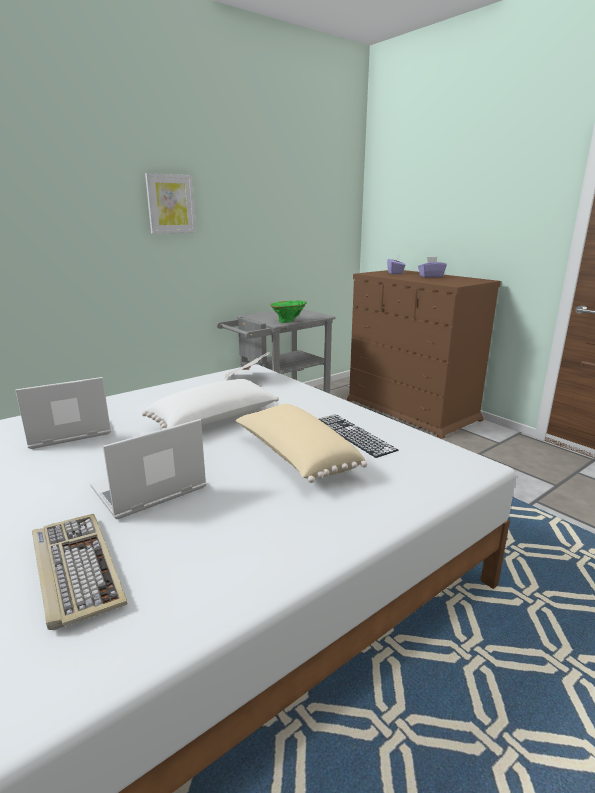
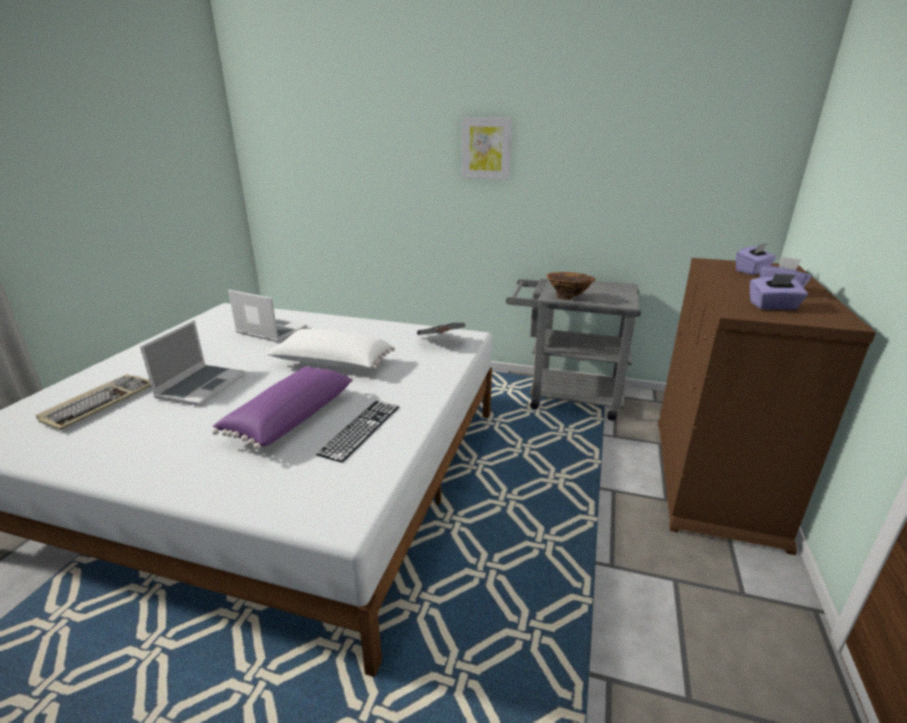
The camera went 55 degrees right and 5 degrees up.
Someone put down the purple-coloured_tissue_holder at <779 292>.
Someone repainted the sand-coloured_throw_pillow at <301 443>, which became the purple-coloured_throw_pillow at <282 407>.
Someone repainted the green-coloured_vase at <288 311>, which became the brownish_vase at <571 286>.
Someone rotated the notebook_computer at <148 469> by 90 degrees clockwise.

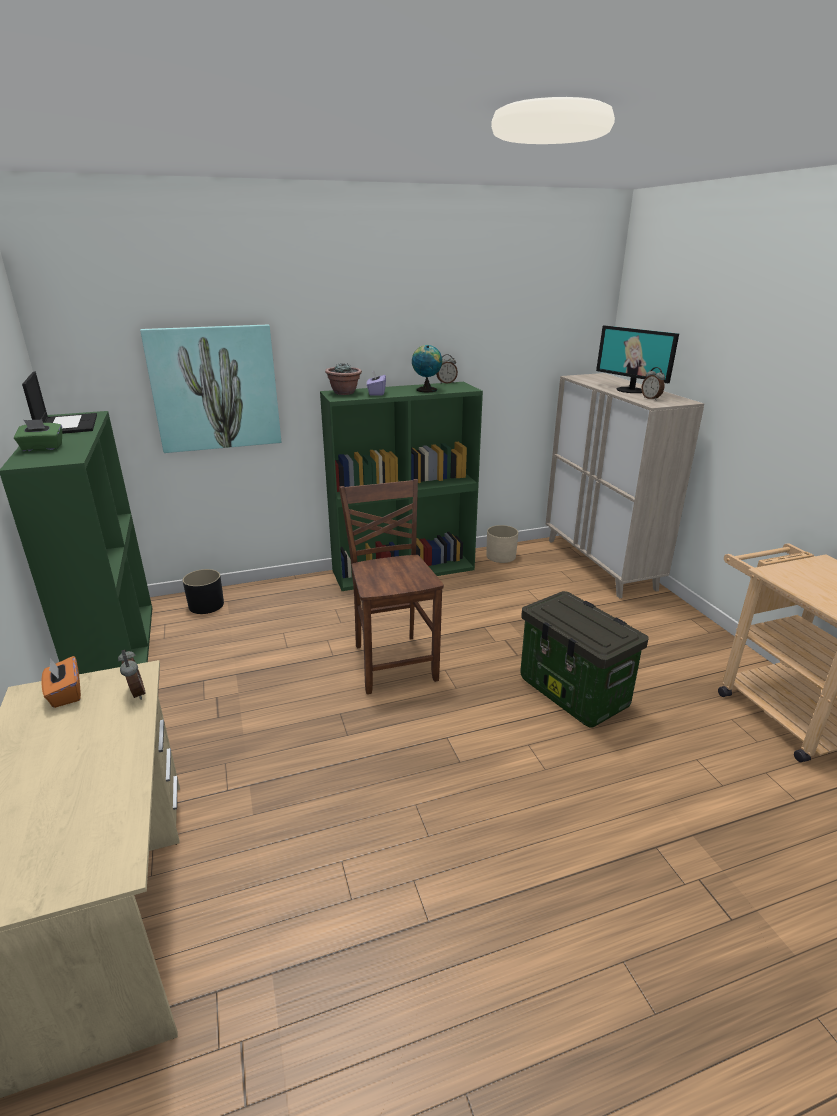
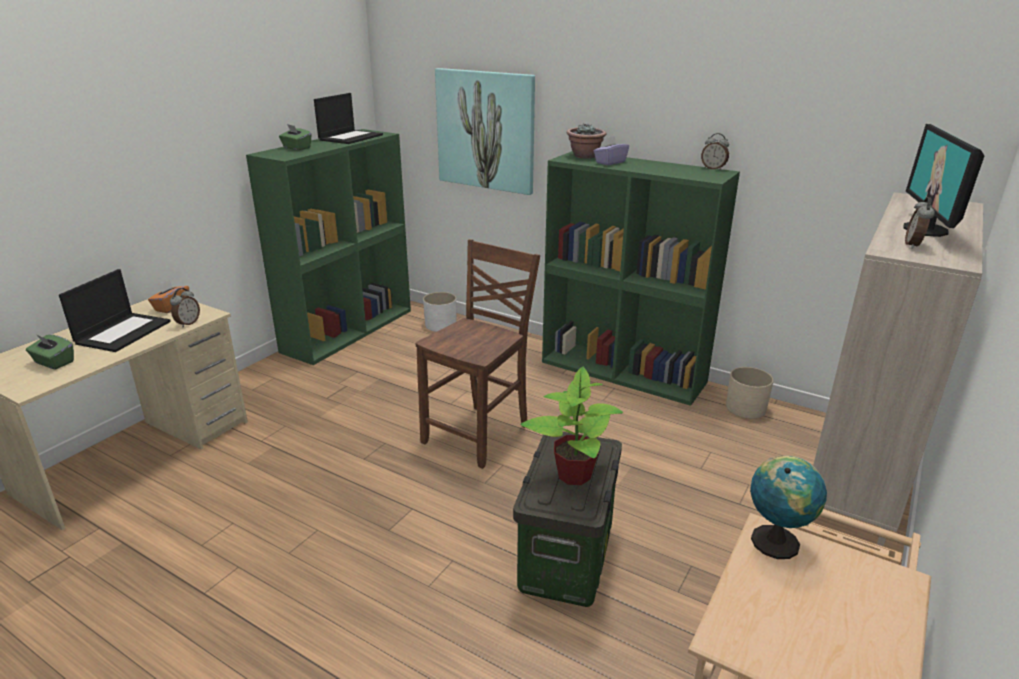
The camera went 50 degrees right and 0 degrees up.
Someone put down the green-coloured_tissue_holder at <50 351>.
Someone put down the notebook_computer at <115 310>.
Someone put down the potted_plant at <571 426>.
Someone carried the globe from <427 368> to <788 507>.
Someone repainted the black-coloured_flower_pot at <203 591>, which became the whitish_flower_pot at <439 312>.

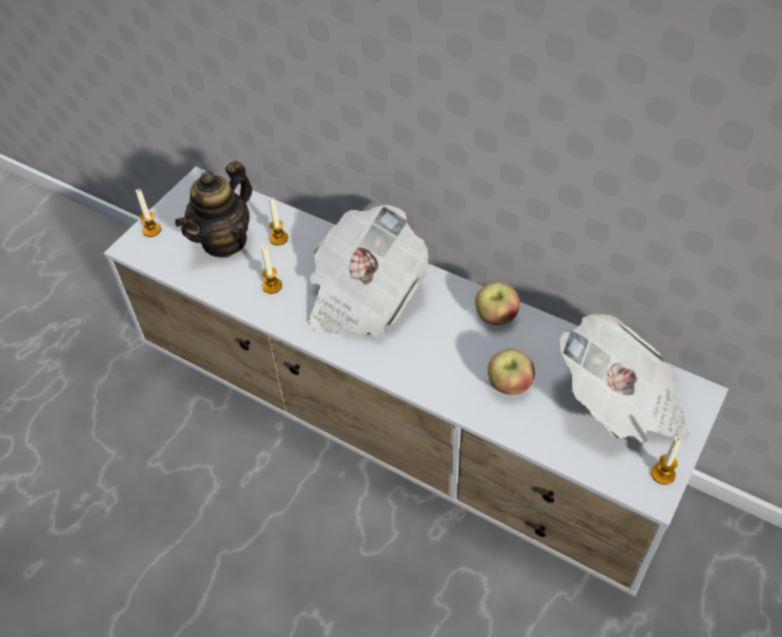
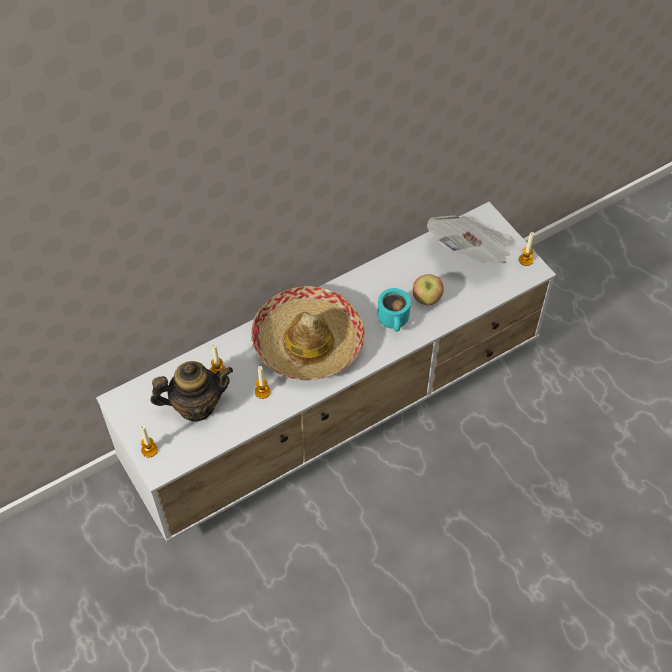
The camera went 65 degrees left and 5 degrees up.
Someone took away the apple at <497 303>.
Someone put down the blue-green_coffee_mug at <394 310>.
Someone swapped the newspaper at <369 271> for the hat at <308 333>.
Someone rotated the tea_pot at <213 209> by 75 degrees counterclockwise.

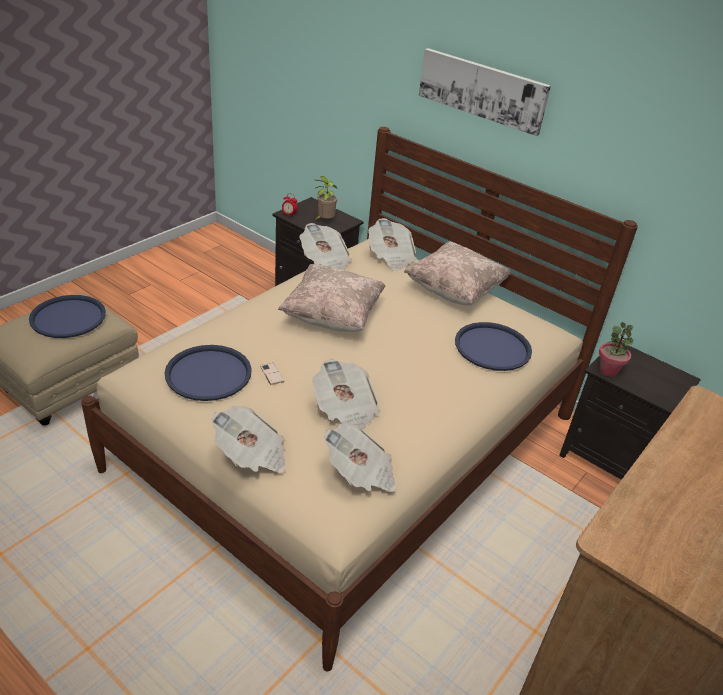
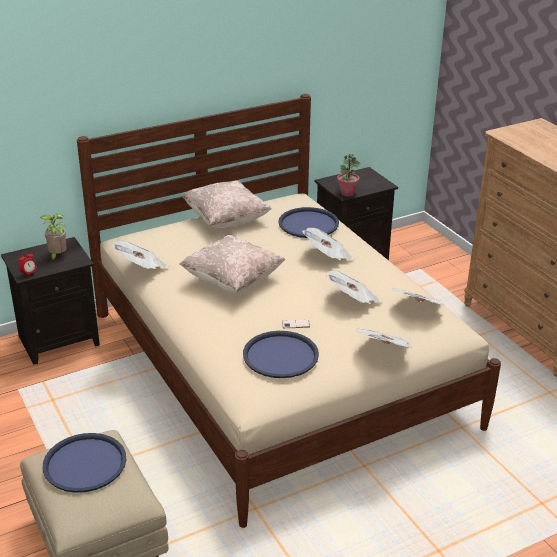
The camera went 65 degrees left and 5 degrees down.
Someone took away the wall_art at <485 92>.
Someone carried the newspaper from <392 244> to <328 244>.

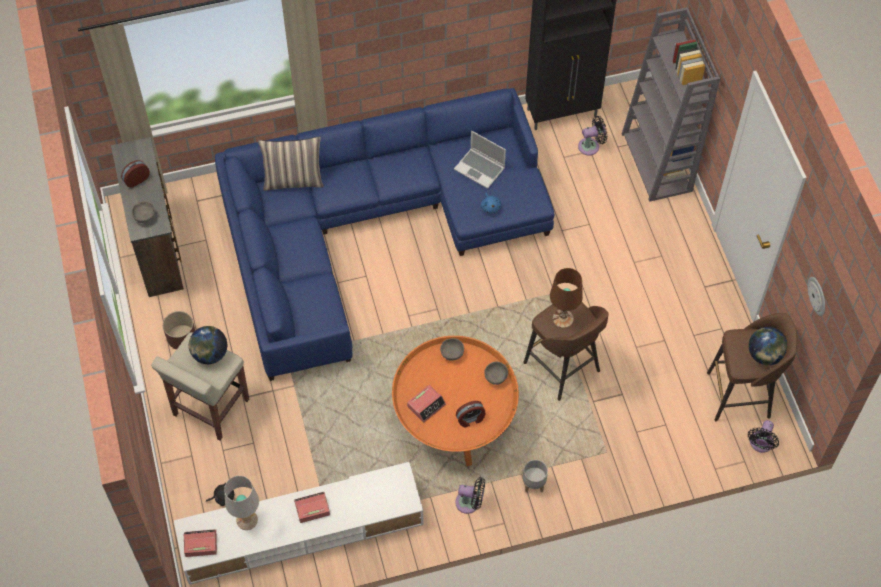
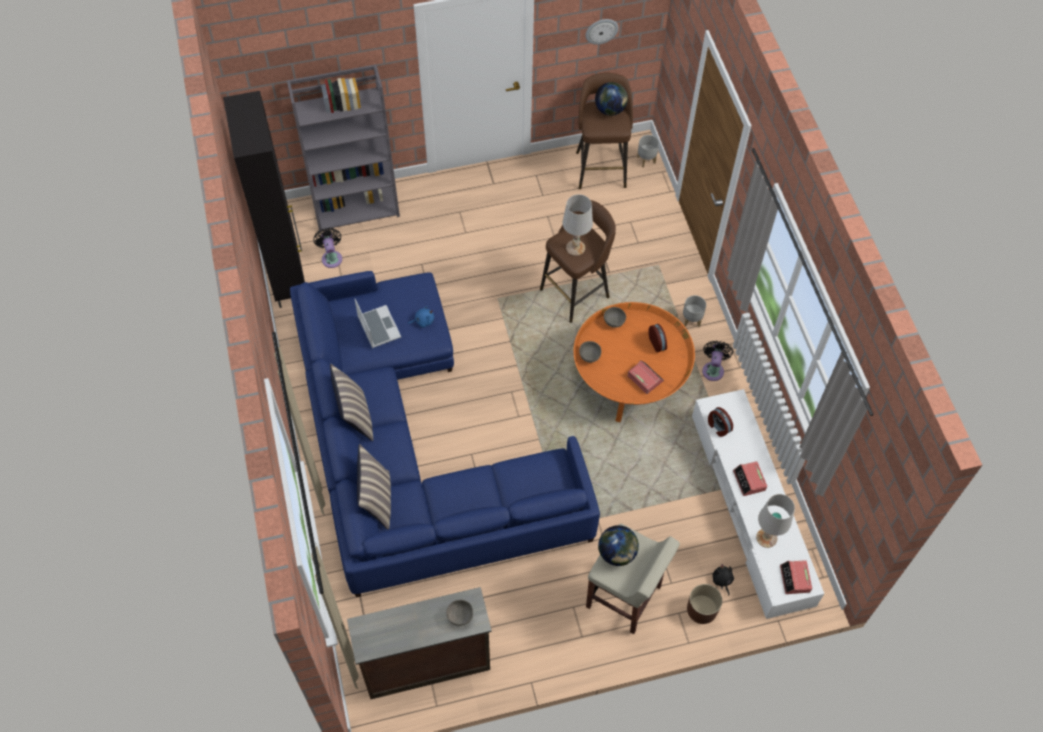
The camera went 90 degrees left and 0 degrees up.
Someone put down the throw_pillow at <351 402>.
Someone carried the alarm_clock from <135 174> to <720 422>.
Someone carried the brownish_flower_pot from <179 330> to <704 604>.
Someone swapped the black-coloured_electric_fan at <763 436> for the gray_flower_pot at <648 151>.
Someone repainted the brownish_table_lamp at <566 298>, which became the whitish_table_lamp at <577 225>.
Someone rotated the notebook_computer at <480 160> by 60 degrees counterclockwise.

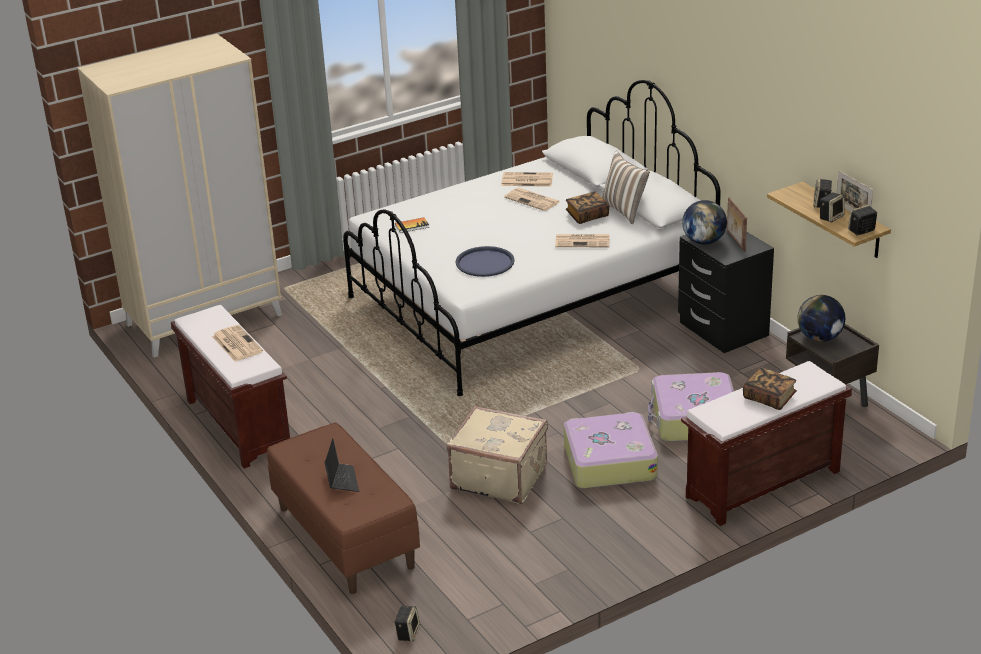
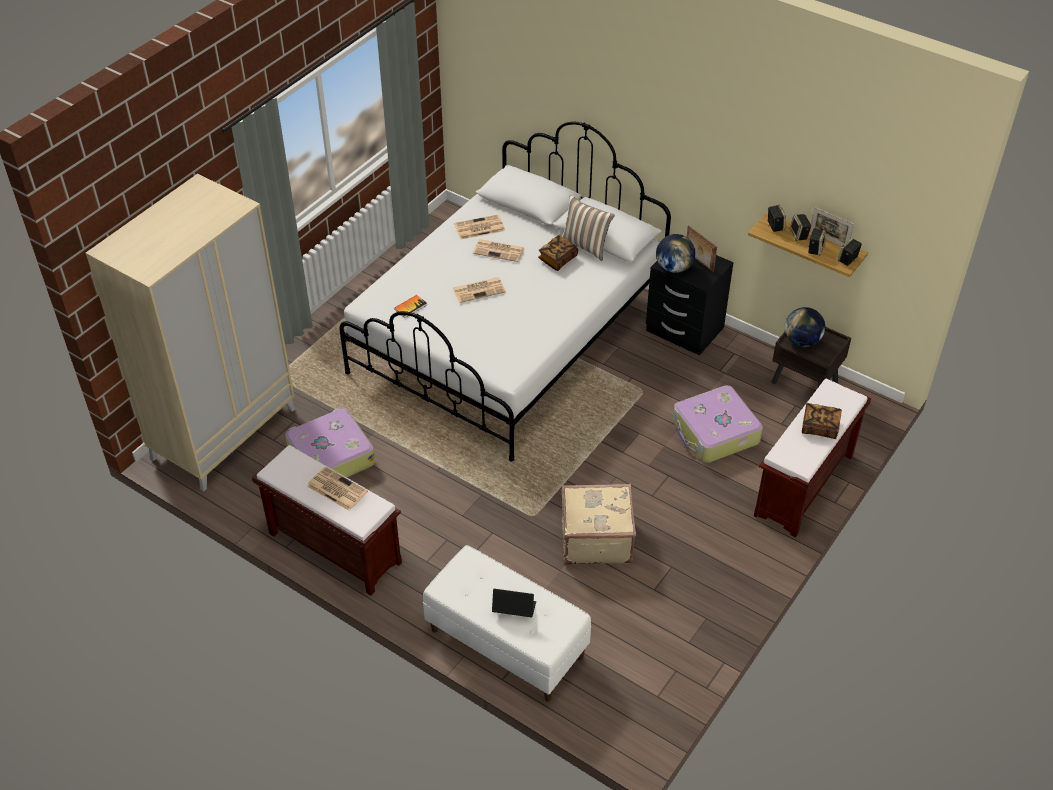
The camera went 25 degrees left and 15 degrees up.
Someone took away the blue-coloured_serving_tray at <485 261>.
Someone carried the loudspeaker from <407 624> to <777 218>.
Someone carried the newspaper from <582 240> to <479 290>.
Someone carried the piece_of_luggage from <611 450> to <330 442>.
Someone repainted the brownish_long_seat at <343 508>, which became the whitish_long_seat at <507 623>.
Someone rotated the notebook_computer at <342 465> by 45 degrees counterclockwise.

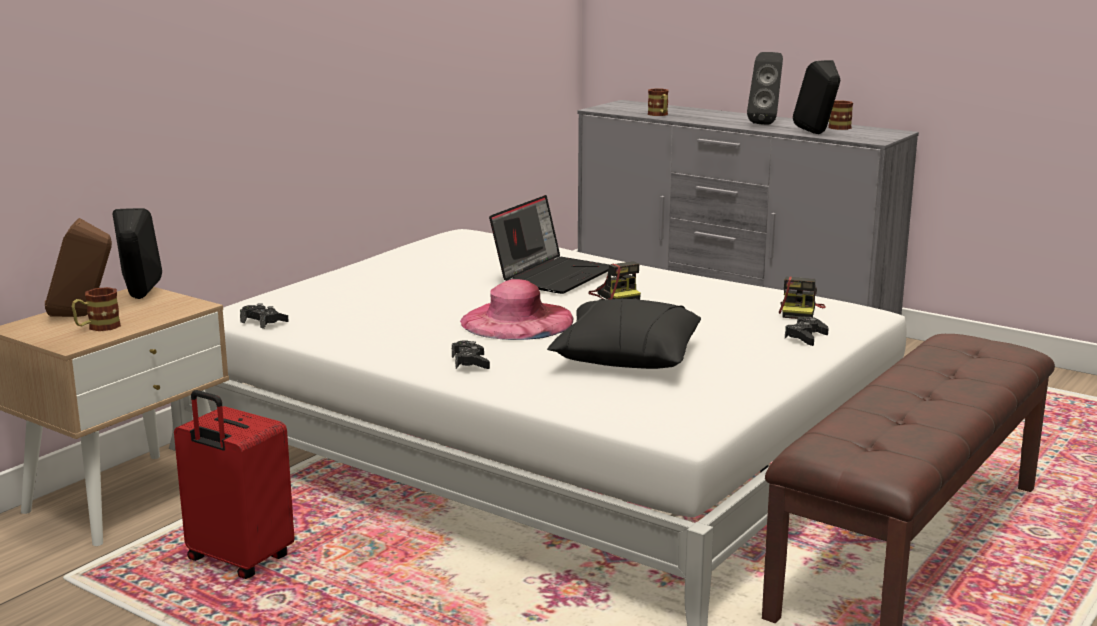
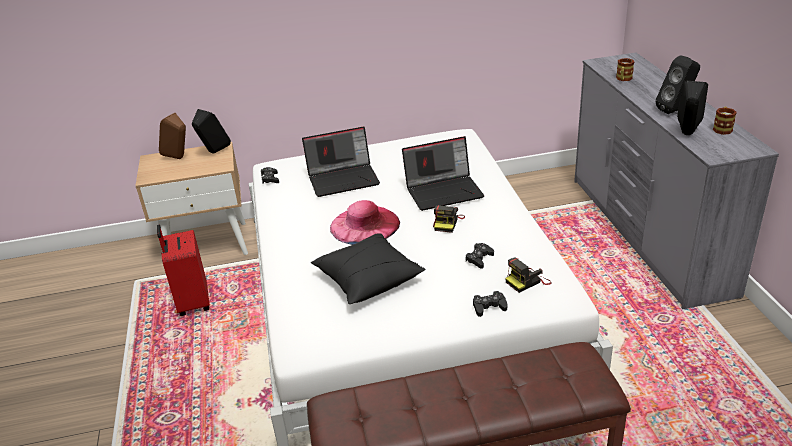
The camera went 45 degrees right and 15 degrees up.
Someone took away the coffee_mug at <96 309>.
Someone put down the notebook_computer at <341 161>.
Someone carried the black-coloured_gamepad from <471 354> to <480 256>.

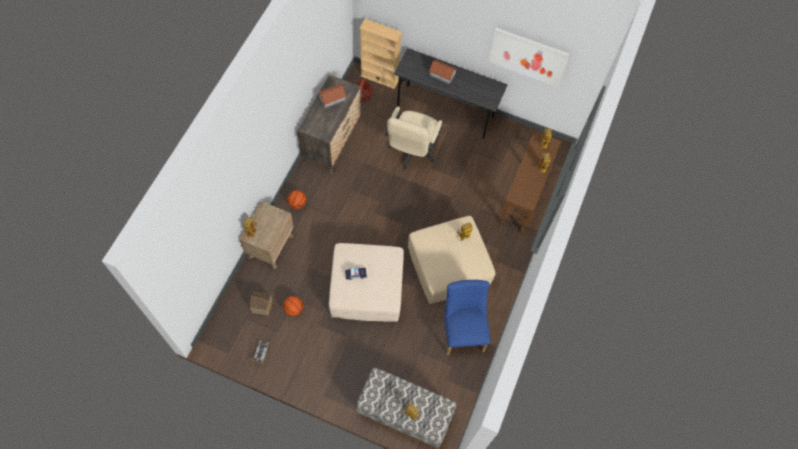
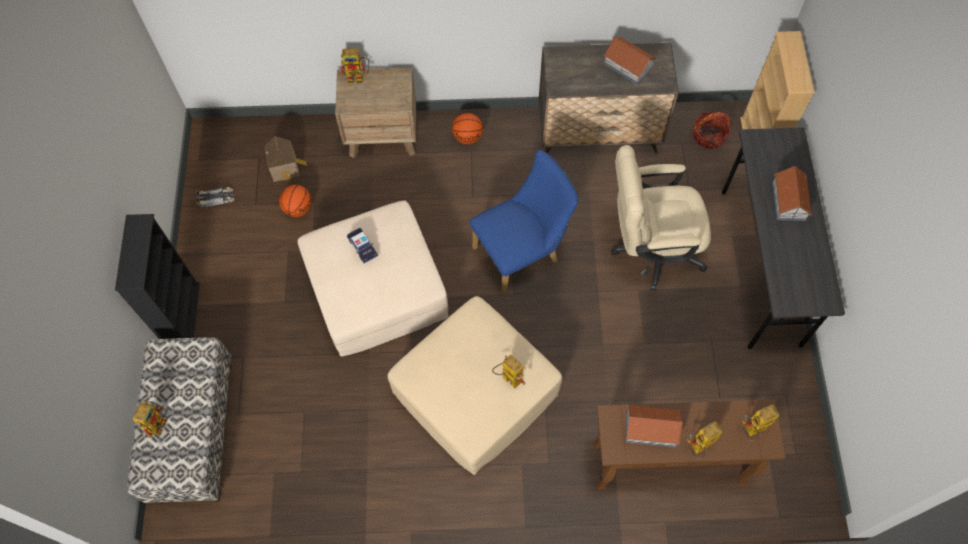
The camera went 70 degrees right and 0 degrees up.
Someone took away the wall_art at <528 57>.
Someone put down the black-coloured_shelving_unit at <157 276>.
Someone put down the miniature_house at <654 426>.
Someone carried the blue-coloured_upright_chair from <467 317> to <524 222>.

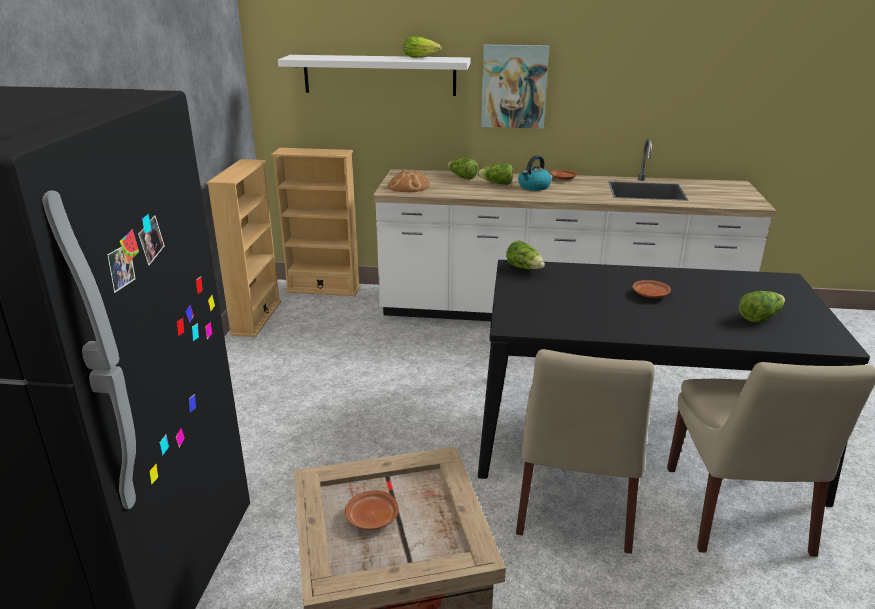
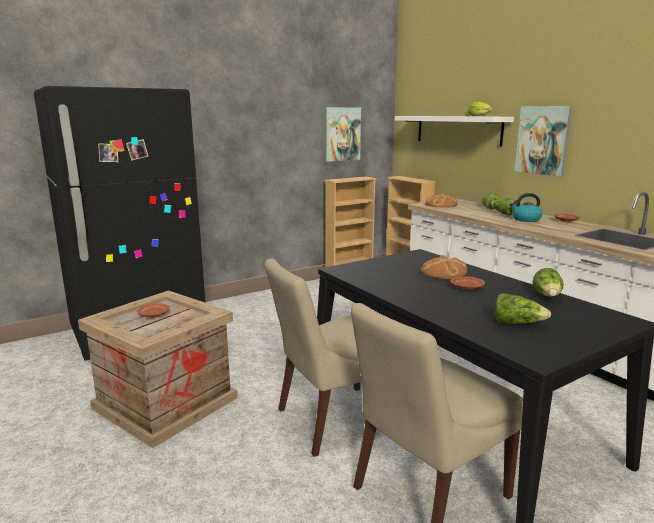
The camera went 50 degrees right and 10 degrees down.
Someone put up the wall_art at <343 134>.
Someone put down the baked_bread at <444 267>.
Someone carried the lettuce from <525 254> to <548 282>.

